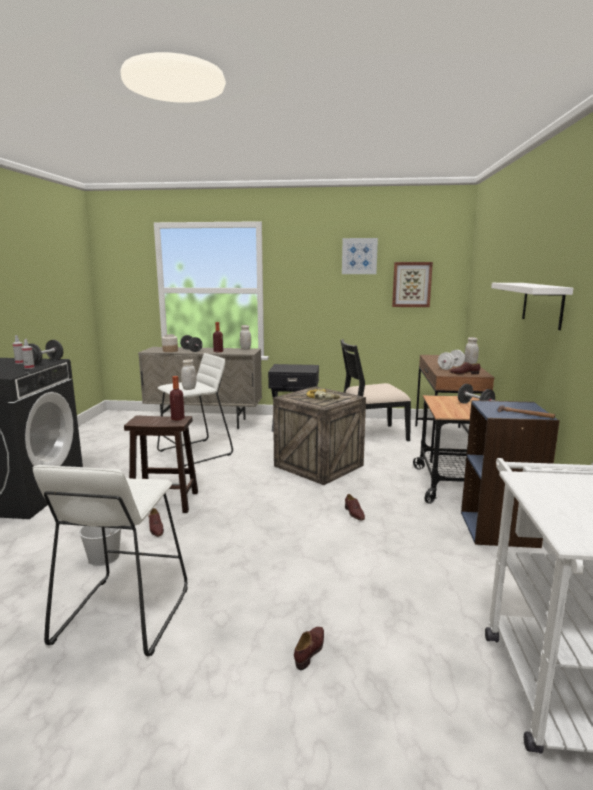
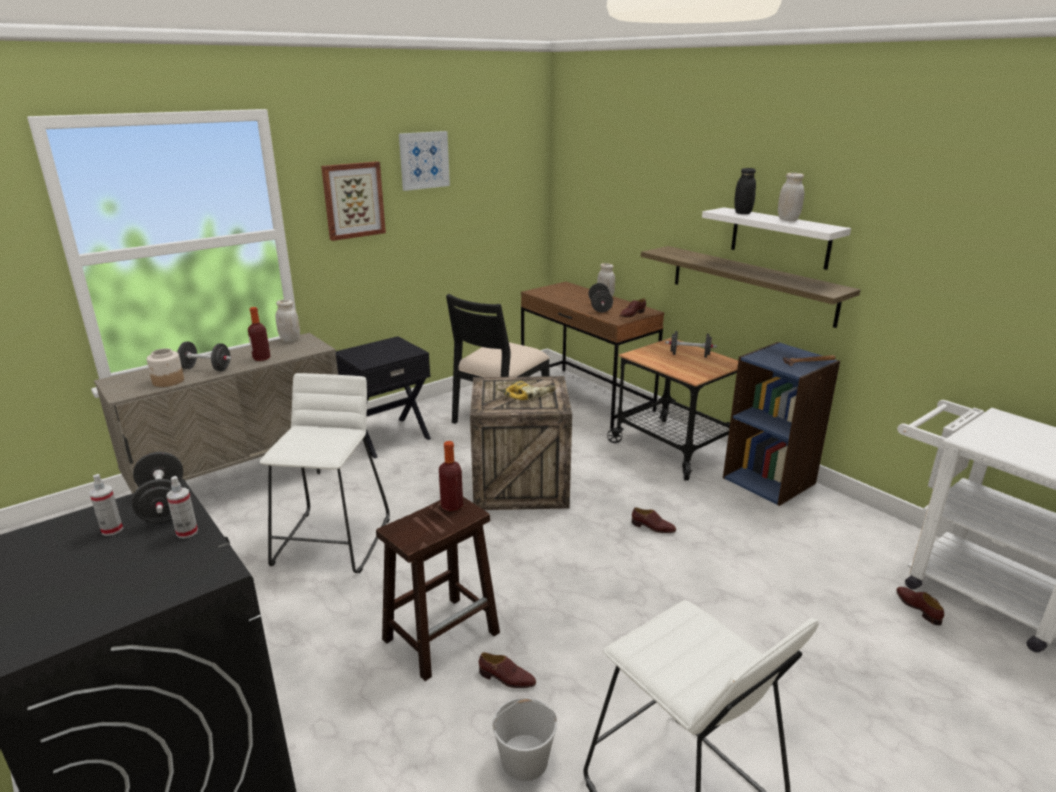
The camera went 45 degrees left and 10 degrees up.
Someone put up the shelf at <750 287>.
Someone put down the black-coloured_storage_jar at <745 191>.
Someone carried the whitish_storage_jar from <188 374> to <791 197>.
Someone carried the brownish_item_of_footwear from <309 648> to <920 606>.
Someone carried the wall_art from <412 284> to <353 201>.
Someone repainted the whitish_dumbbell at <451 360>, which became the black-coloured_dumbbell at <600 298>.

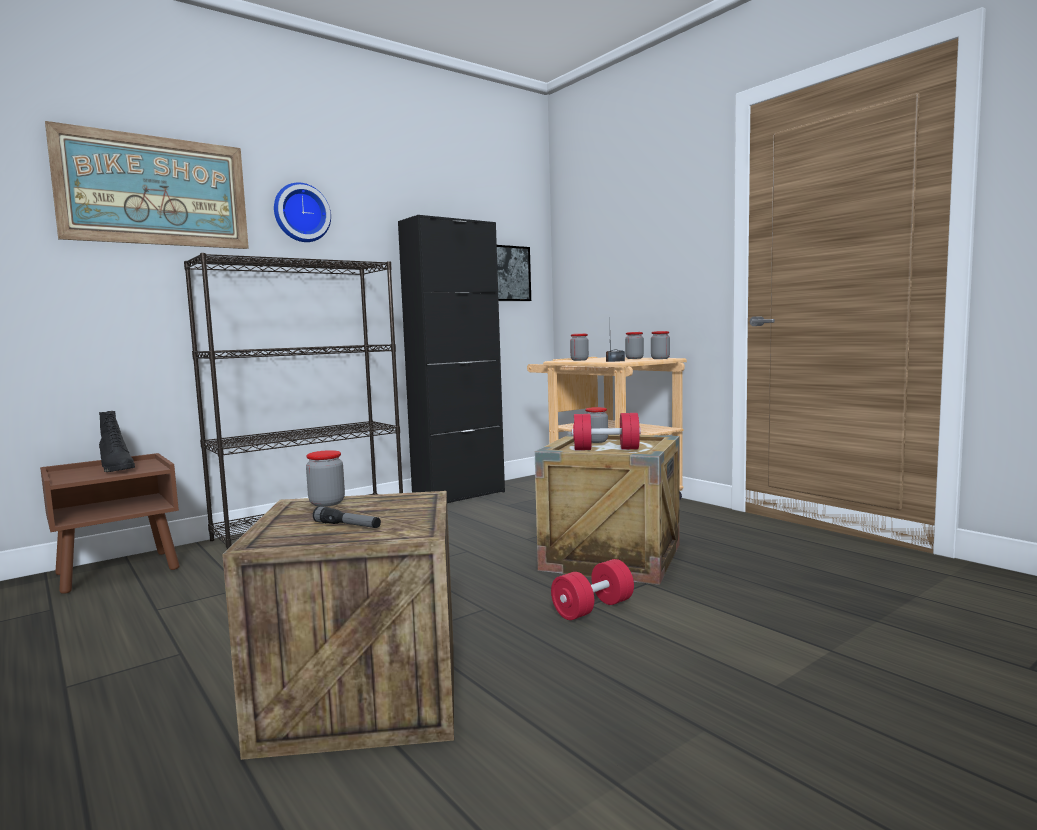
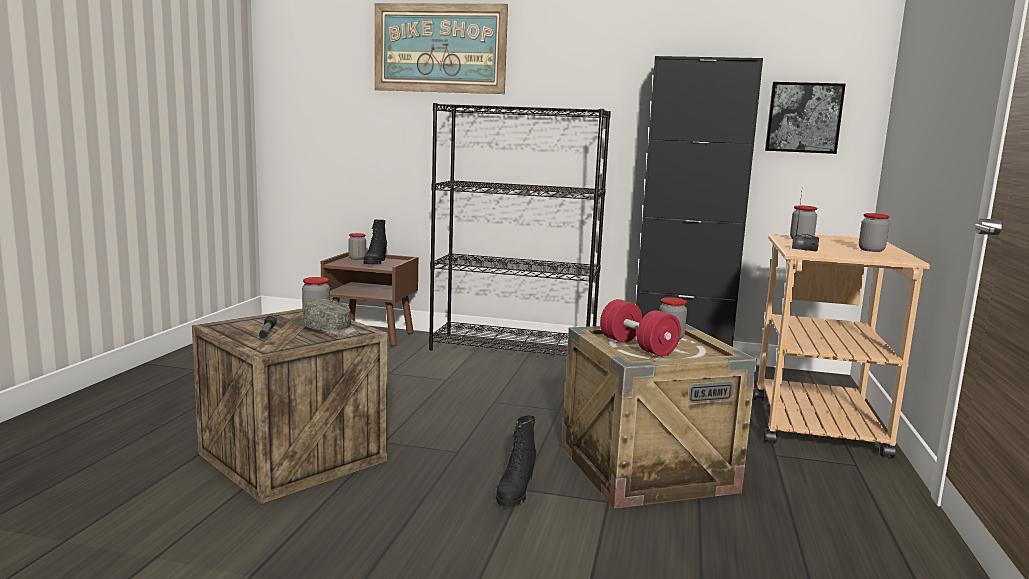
The camera went 50 degrees right and 5 degrees up.
Someone took away the wall_clock at <302 212>.
Someone put down the gray_peaked_cap at <331 318>.
Someone carried the storage_jar from <660 345> to <357 246>.
Someone swapped the red_dumbbell at <592 589> for the black-coloured_tall_boot at <516 461>.

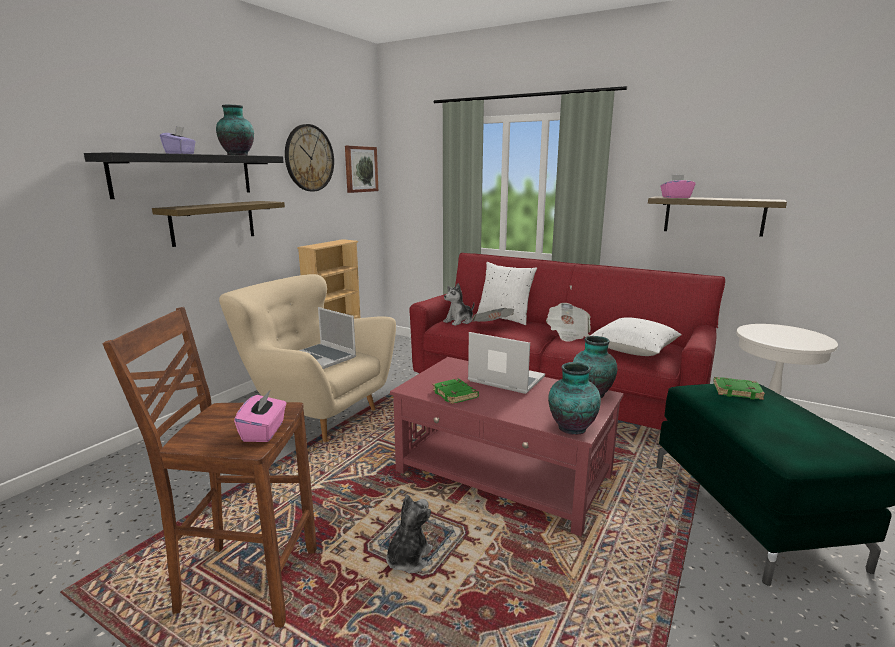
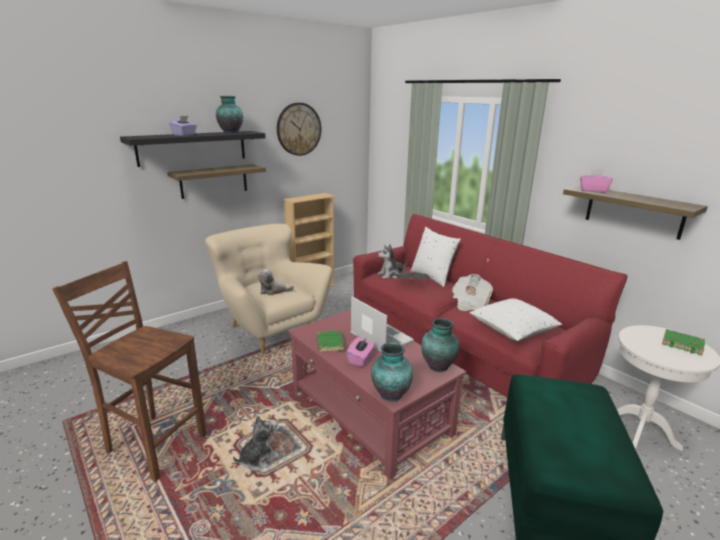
The camera went 20 degrees right and 5 degrees up.
Someone took away the wall_art at <361 169>.
Someone carried the pink_tissue_holder from <260 416> to <360 352>.
Someone carried the green-coloured_volume from <739 388> to <683 342>.
Someone swapped the notebook_computer at <327 338> for the soft_toy at <275 282>.

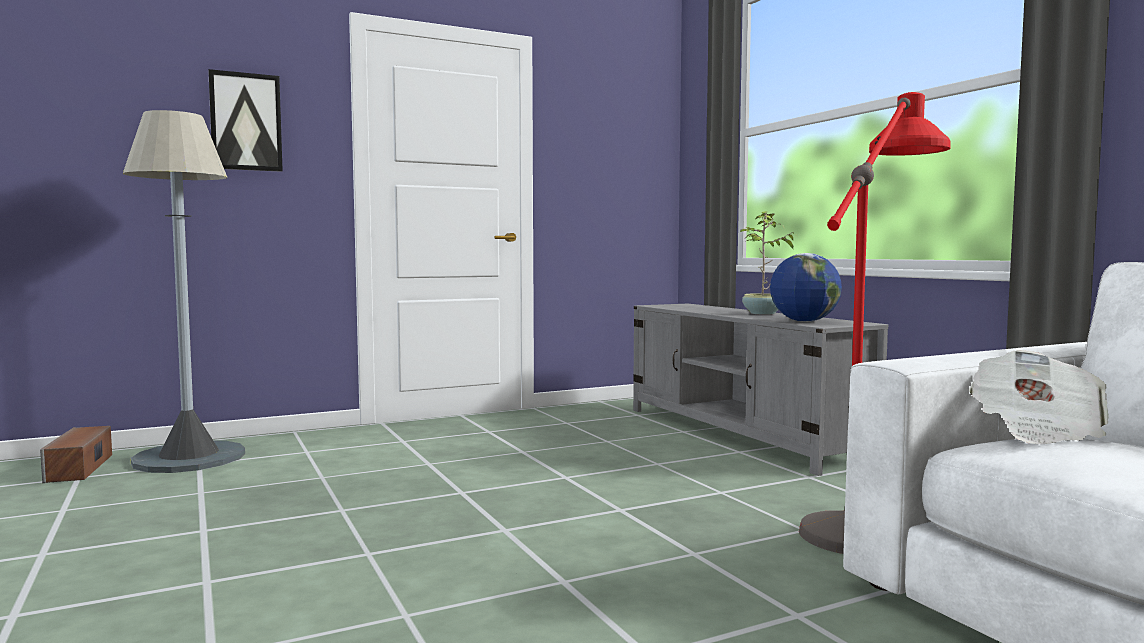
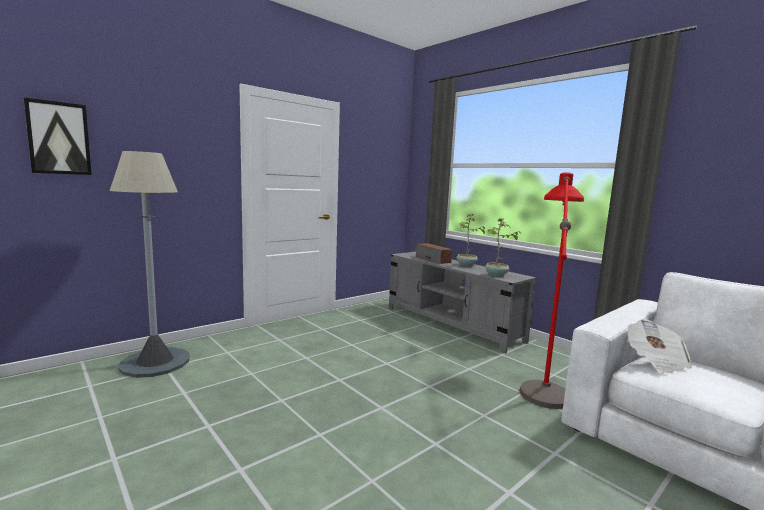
The camera went 15 degrees left and 5 degrees up.
Someone carried the loudspeaker from <76 454> to <434 253>.
Someone carried the wall_art from <245 120> to <58 136>.
Someone swapped the globe at <806 287> for the potted_plant at <503 247>.

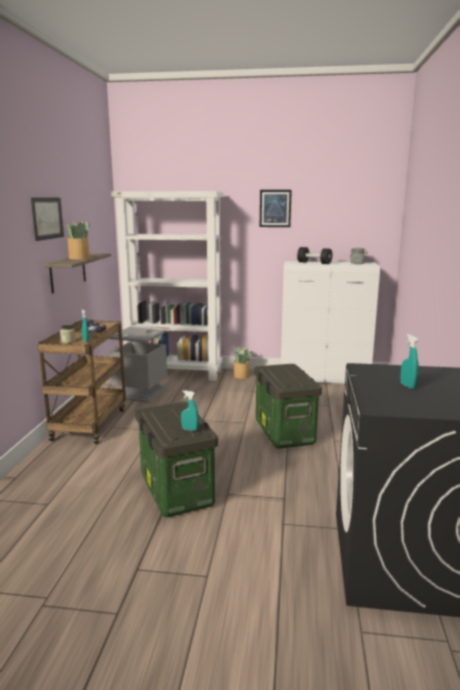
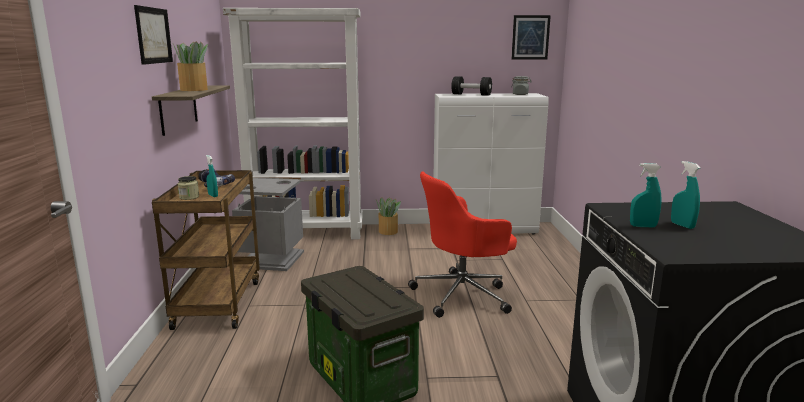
The camera went 10 degrees left and 0 degrees up.
Someone carried the blue-green_sprayer from <190 411> to <646 195>.
Someone carried the wall_art from <276 208> to <531 37>.
Someone swapped the storage_box at <288 406> for the red_office_chair at <462 245>.

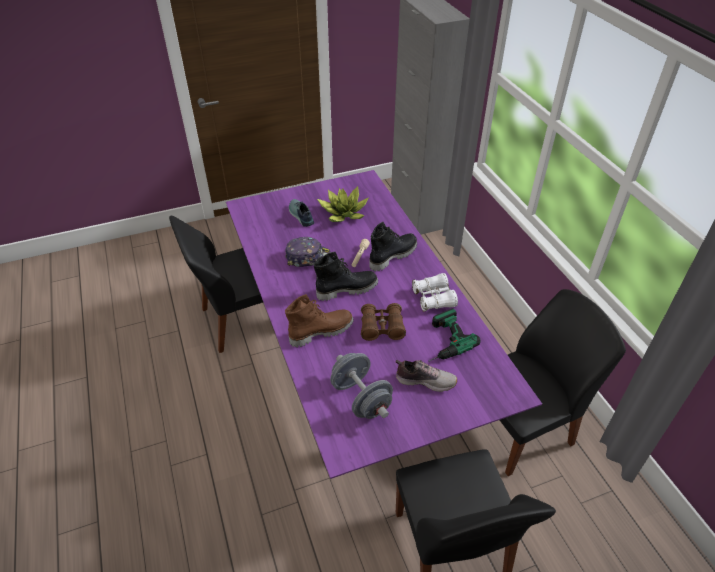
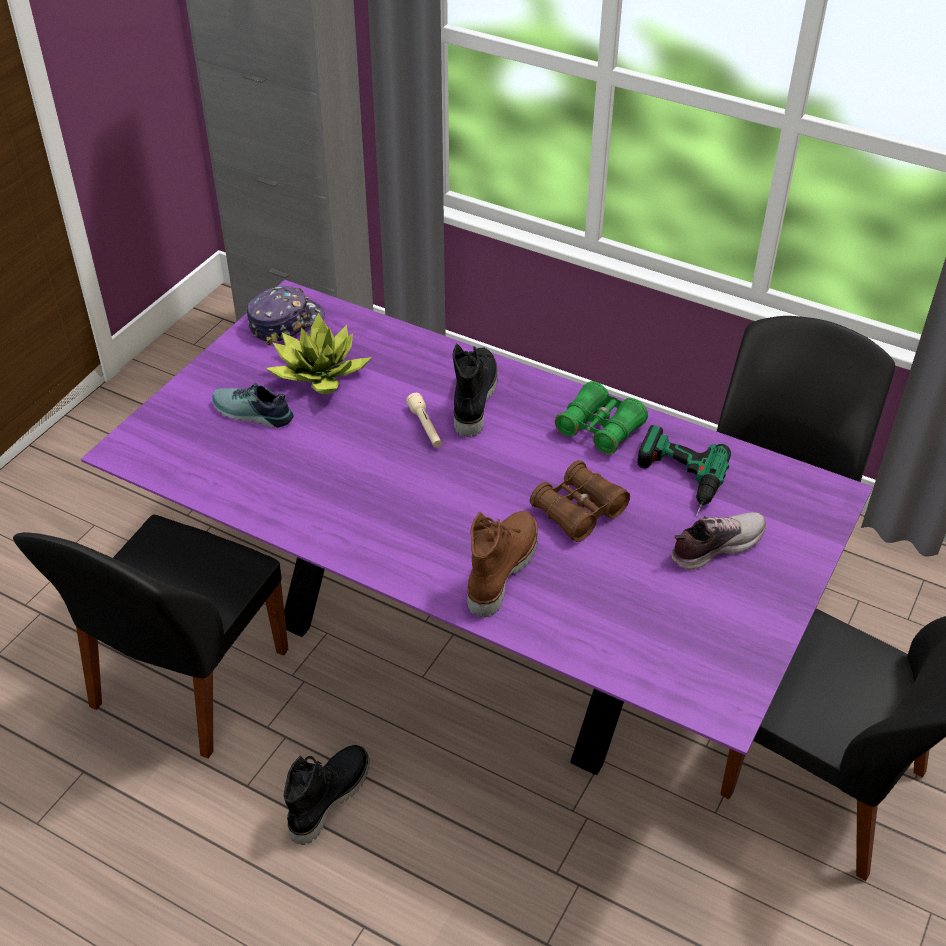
The camera went 40 degrees left and 0 degrees up.
Someone took away the gray_dumbbell at <361 386>.
Someone carried the peaked_cap from <308 252> to <286 315>.
Someone carried the black-coloured_tall_boot from <346 276> to <327 795>.
Someone repainted the whitish_field_glasses at <435 292>, which became the green-coloured_field_glasses at <601 417>.

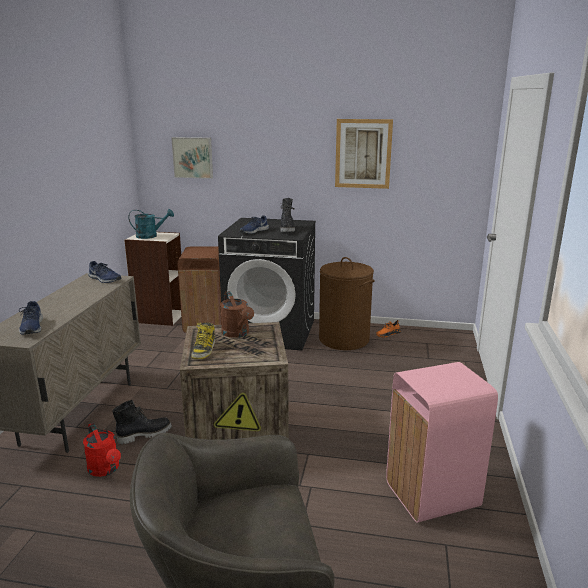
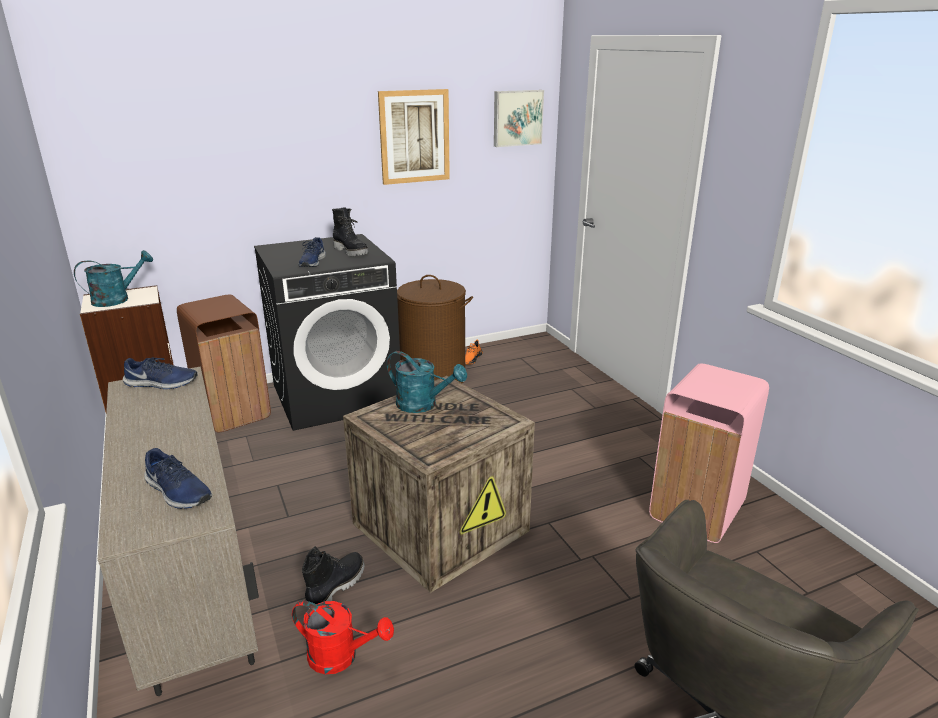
The camera went 35 degrees left and 5 degrees up.
Someone took away the tall_boot at <203 340>.
Someone carried the wall_art from <192 158> to <519 118>.
Someone repainted the brownish_watering_can at <237 314>, which became the blue-green_watering_can at <427 382>.

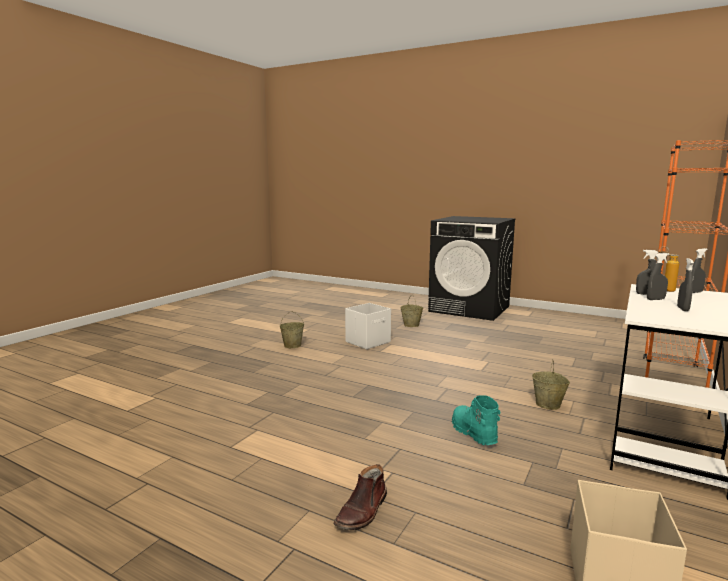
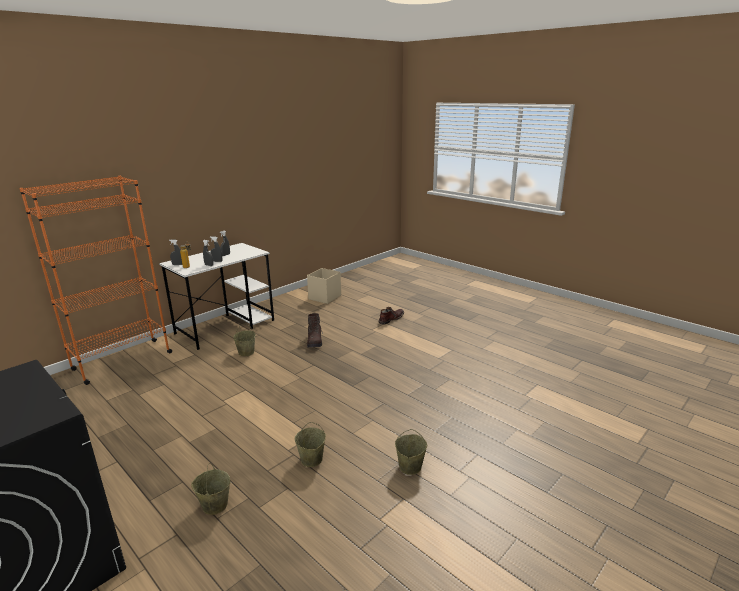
The camera went 165 degrees left and 10 degrees up.
Someone swapped the whitish_storage_box at <368 326> for the sand-coloured_bucket at <310 444>.
Someone repainted the blue-green_tall_boot at <476 420>, which became the brownish_tall_boot at <315 330>.

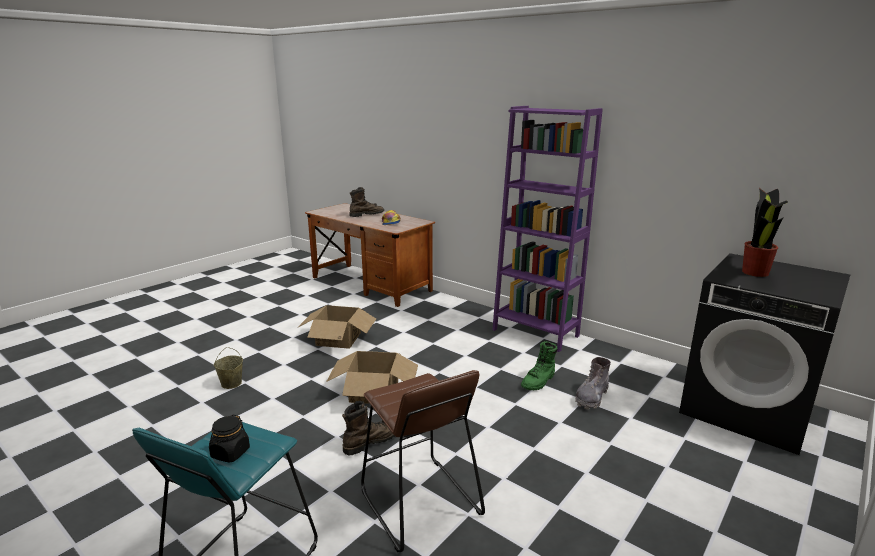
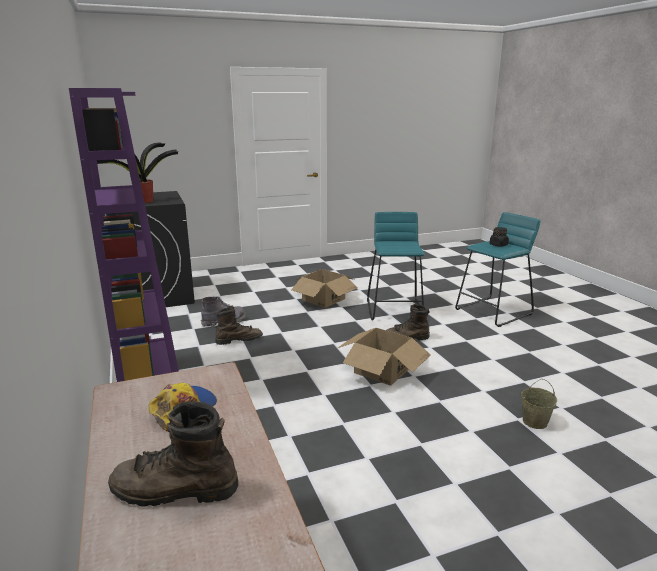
The camera went 150 degrees left and 0 degrees up.
Someone carried the cardboard_box from <336 327> to <324 288>.
Someone repainted the brownish_sitting_stool at <423 461>, which became the blue-green_sitting_stool at <396 266>.
Someone repainted the green-coloured_tall_boot at <539 365>, which became the brownish_tall_boot at <239 325>.

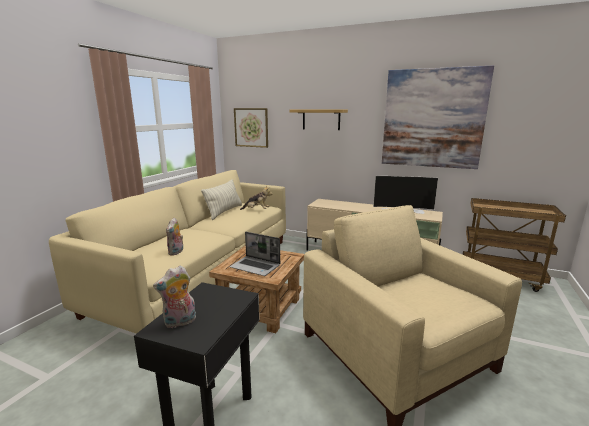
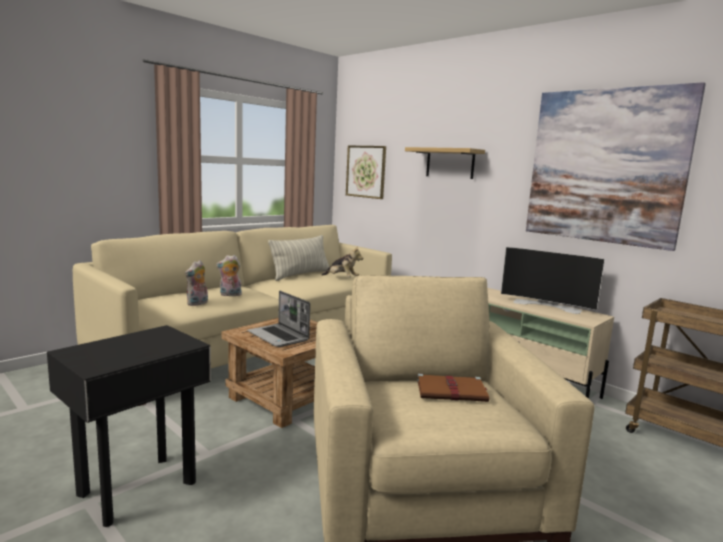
The camera went 20 degrees right and 5 degrees down.
Someone put down the brownish_volume at <453 387>.
Someone carried the soft_toy from <174 297> to <229 275>.

